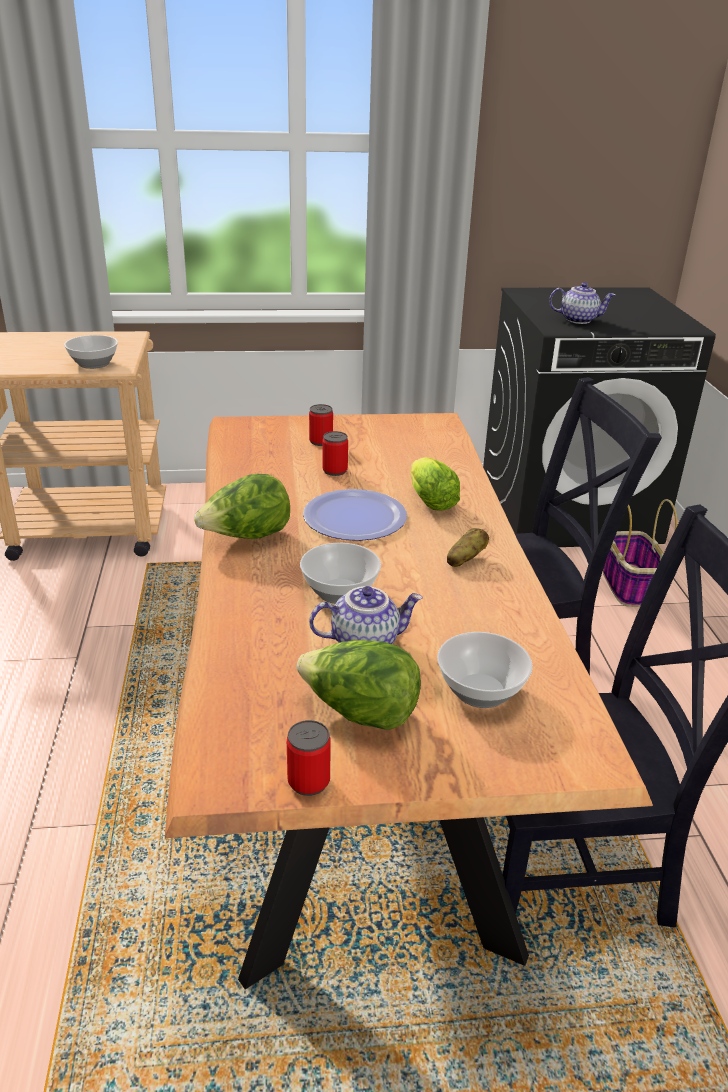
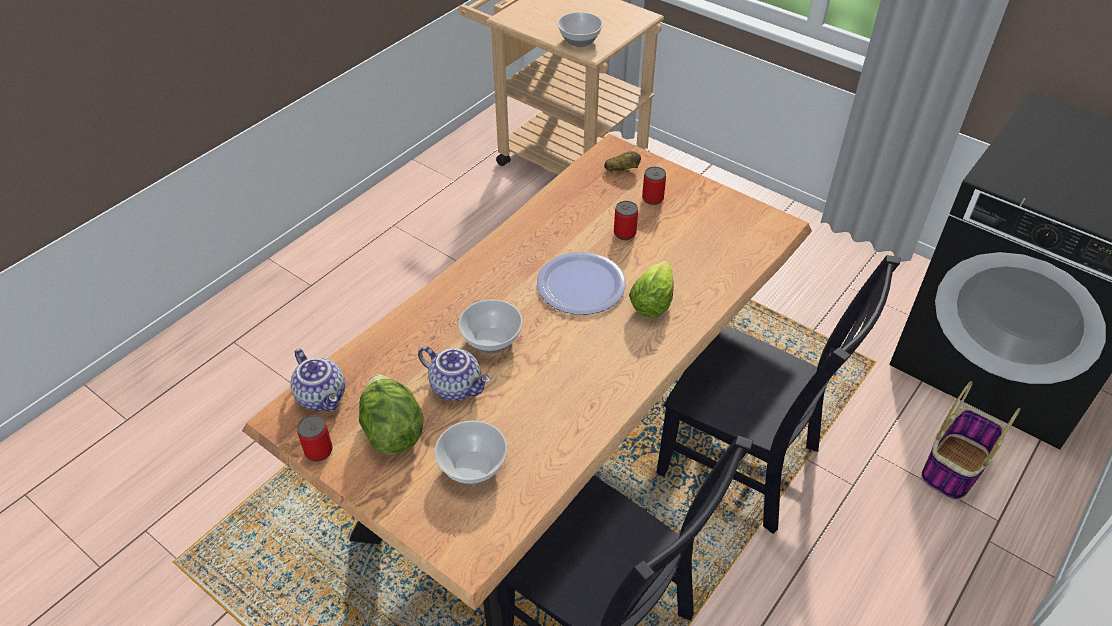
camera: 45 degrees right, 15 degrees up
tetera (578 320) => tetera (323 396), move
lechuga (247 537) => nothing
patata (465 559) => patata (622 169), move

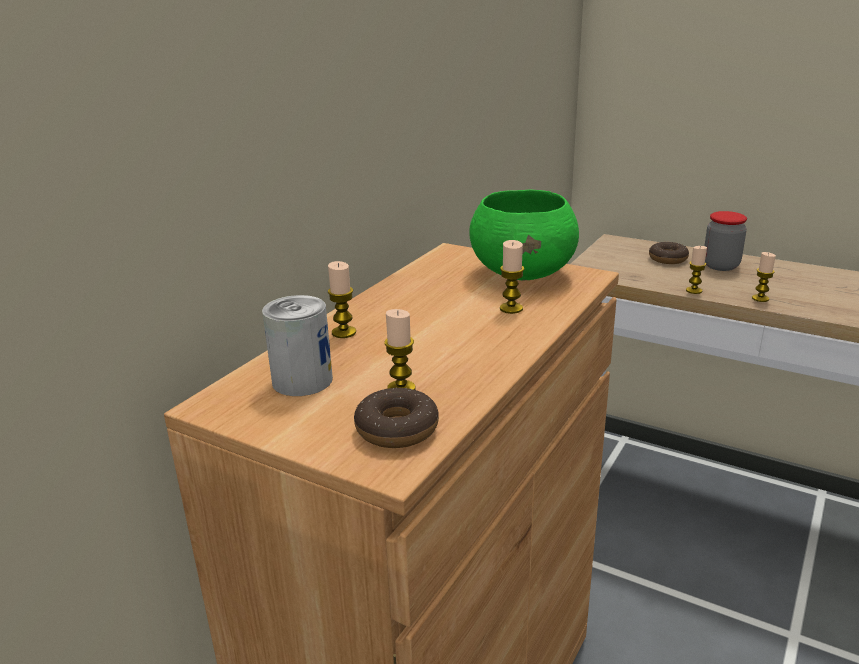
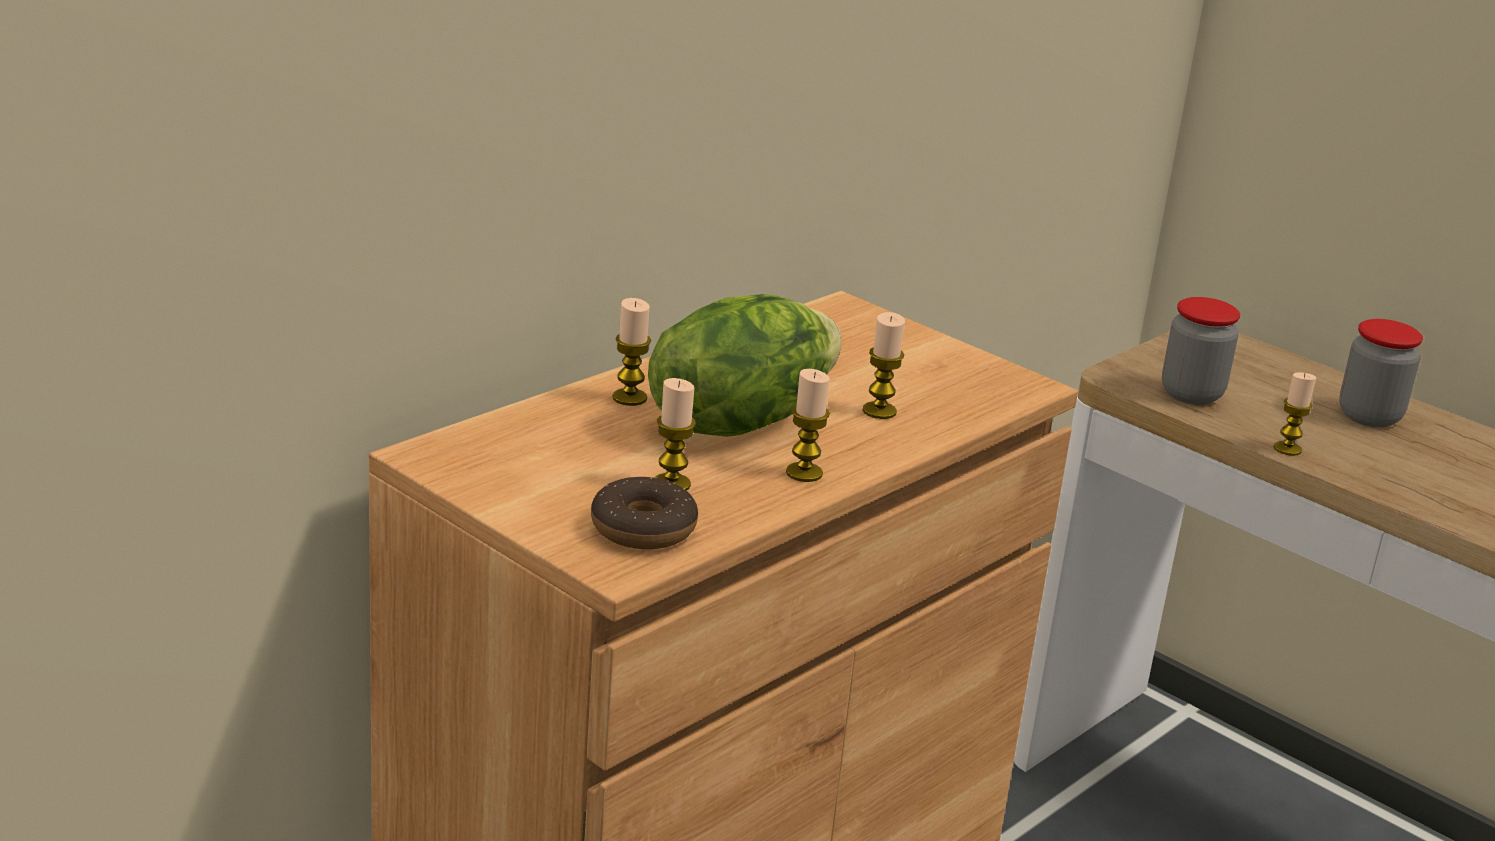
camera: 10 degrees right, 0 degrees up
cuenco (verde) (523 273) => nothing
rosquilla (668 259) => nothing
vela (760 298) => vela (804 473), move
lata (302 380) => nothing
nothing => lechuga (739 420)
nothing => tarro (1191 394)

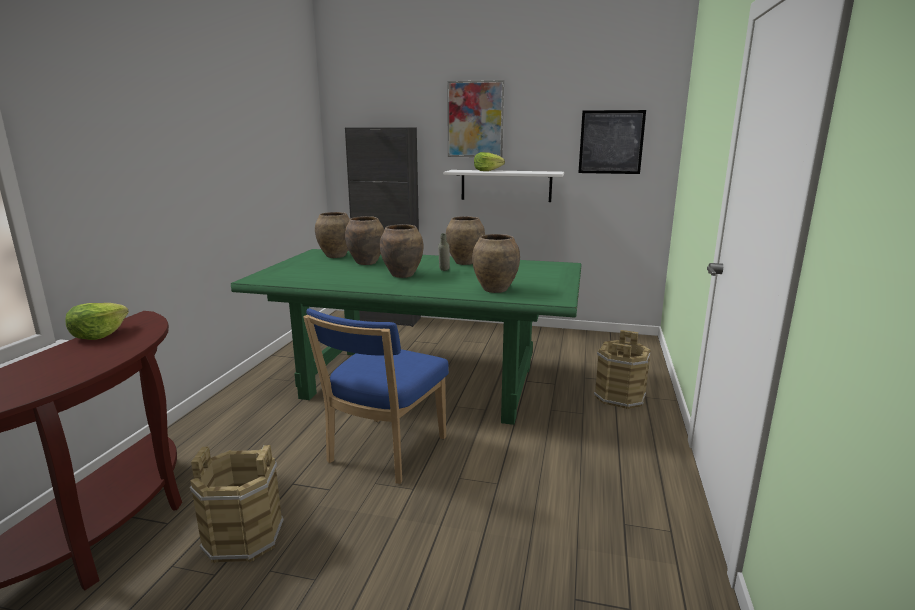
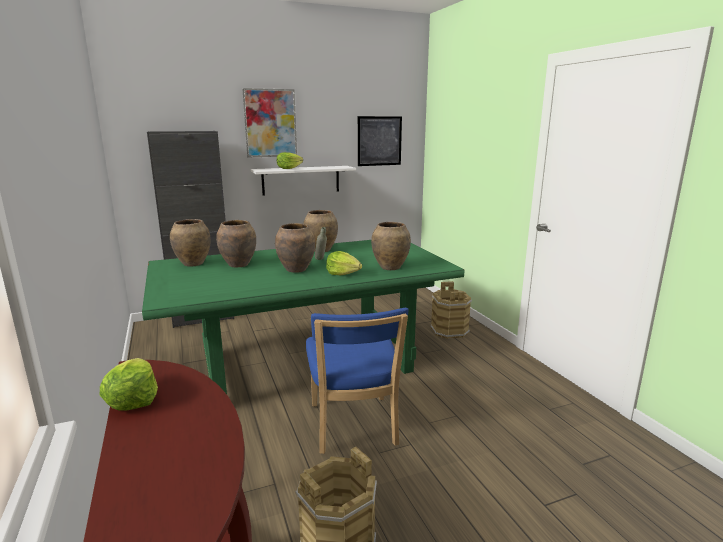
camera: 35 degrees left, 0 degrees up
nothing => lechuga (343 273)

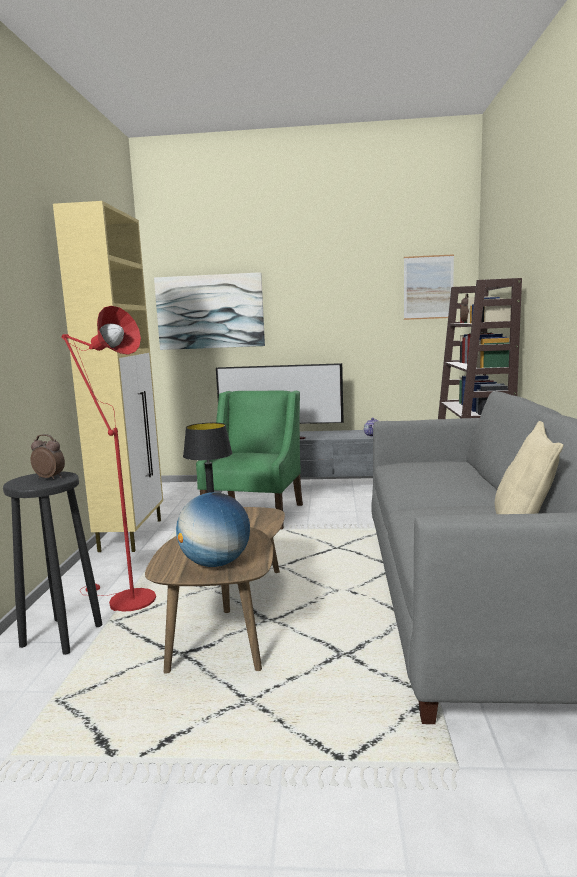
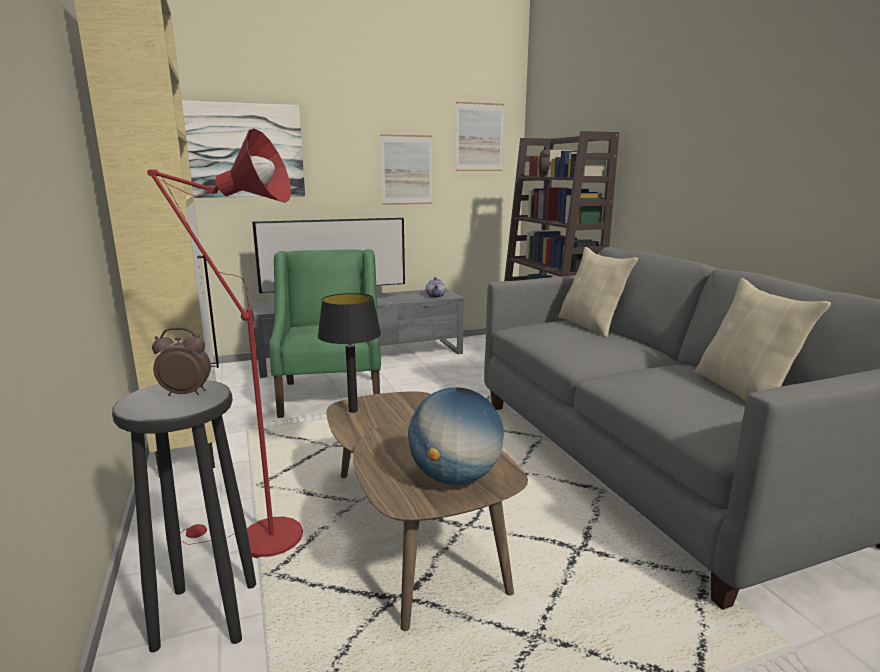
camera: 25 degrees left, 5 degrees up
nothing => cuadro (407 170)
nothing => cojín (beis) (591 326)

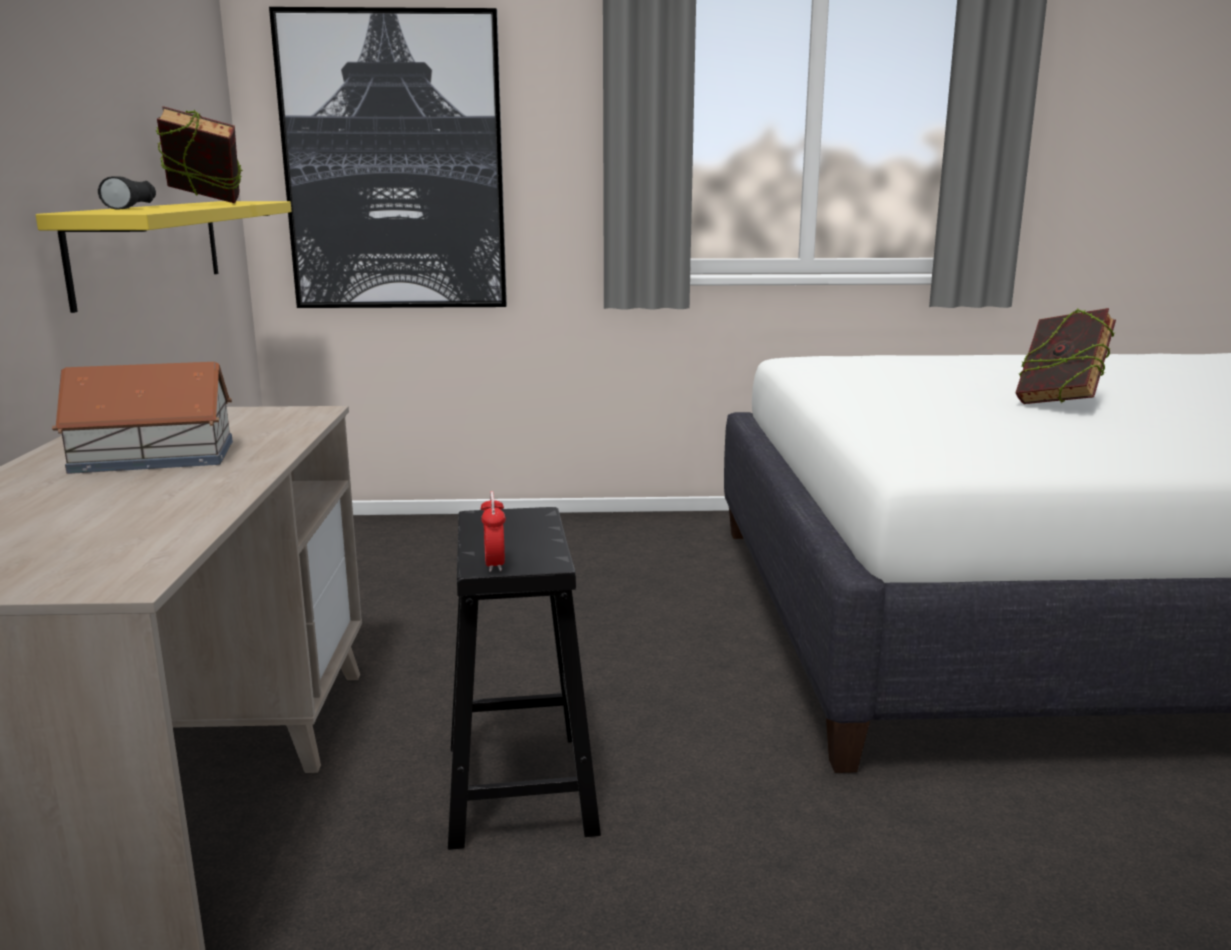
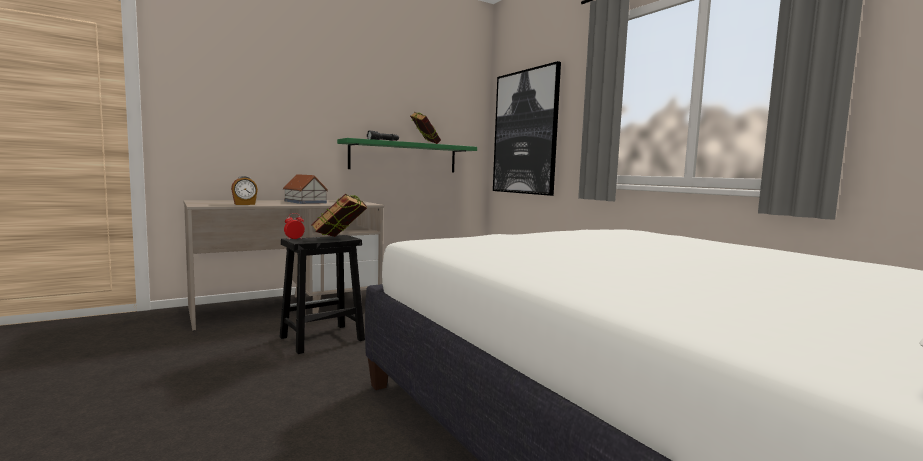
camera: 60 degrees right, 10 degrees down
estante (amarillo) (150 248) => estante (verde) (404 157)
libro (1059 404) => libro (339 239), move
nothing => despertador (244 204)

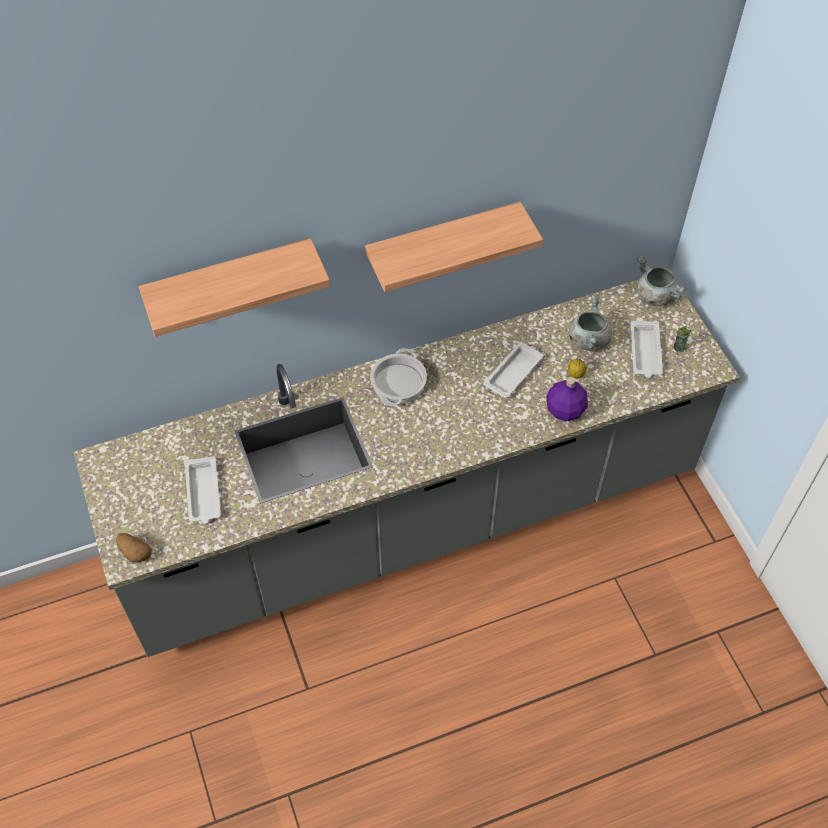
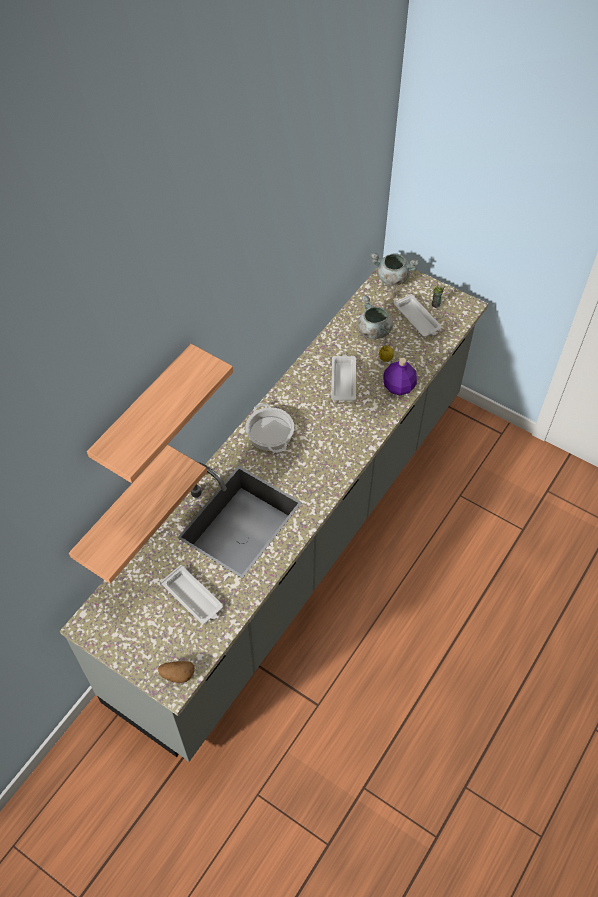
camera: 35 degrees left, 0 degrees up
estante (443 245) => estante (124 511), move

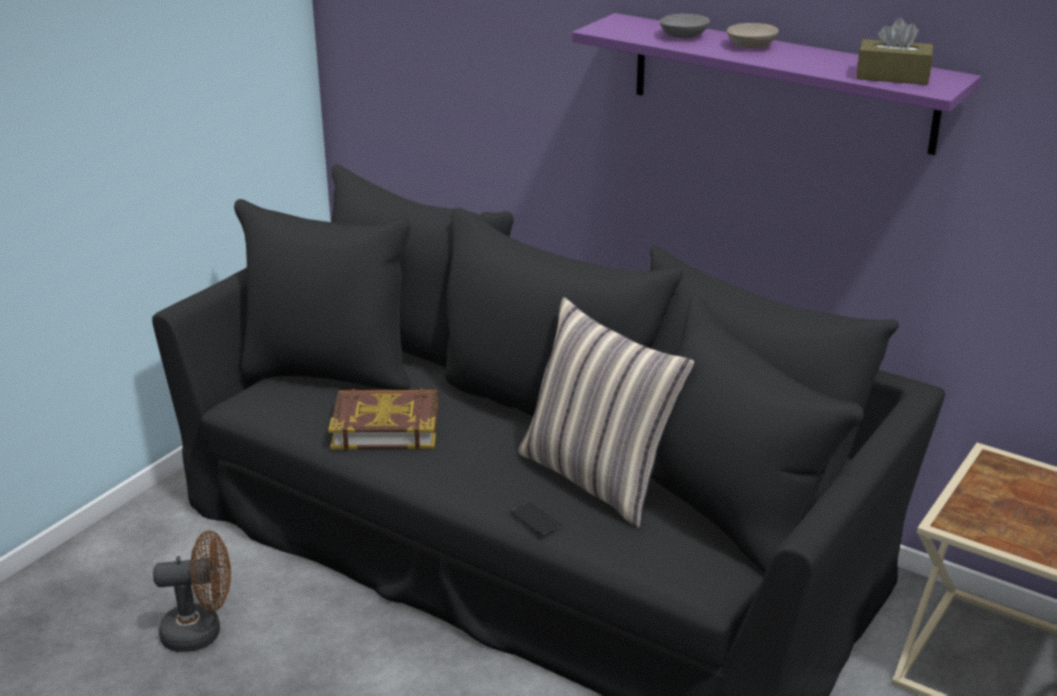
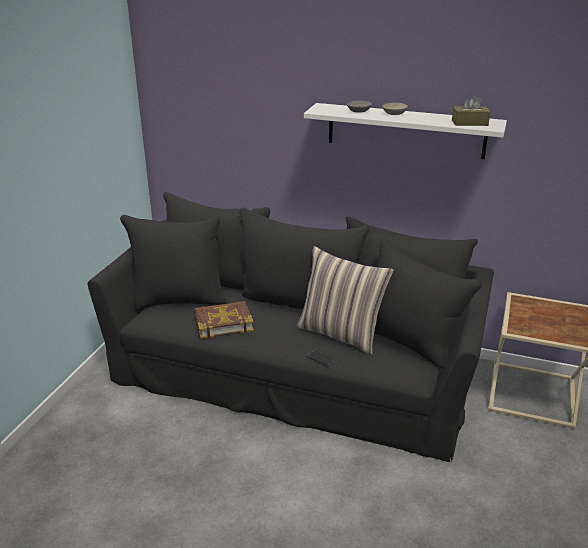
camera: 15 degrees left, 0 degrees up
estante (morado) (781 82) => estante (blanco) (405 130)
ventilador (marrón) (201 632) => nothing

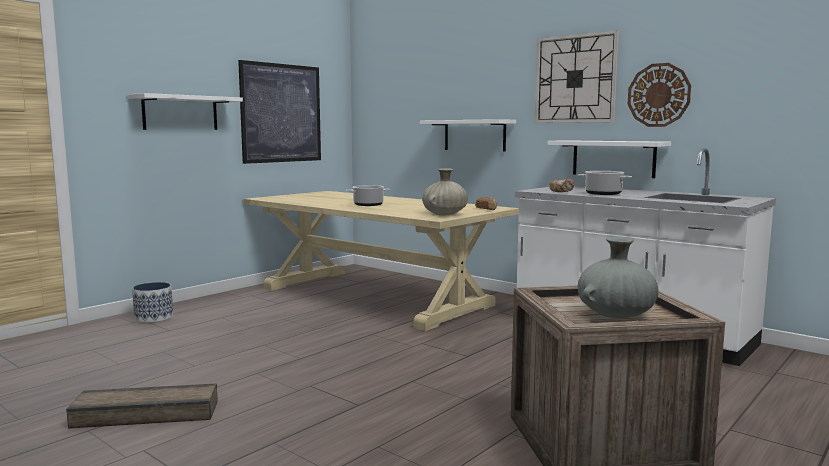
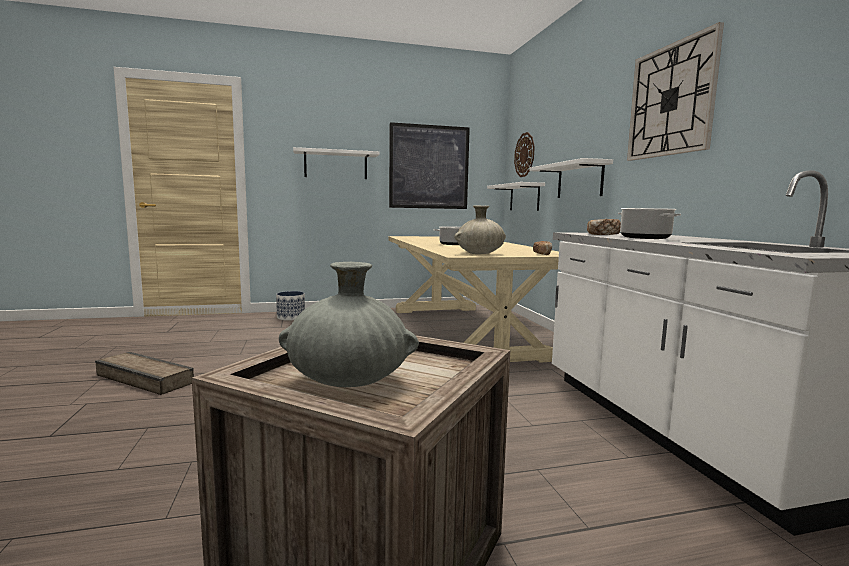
camera: 35 degrees right, 0 degrees up
reloj de pared (658 95) => reloj de pared (524 155), move
estante (blanco) (613 158) => estante (blanco) (524 197), move

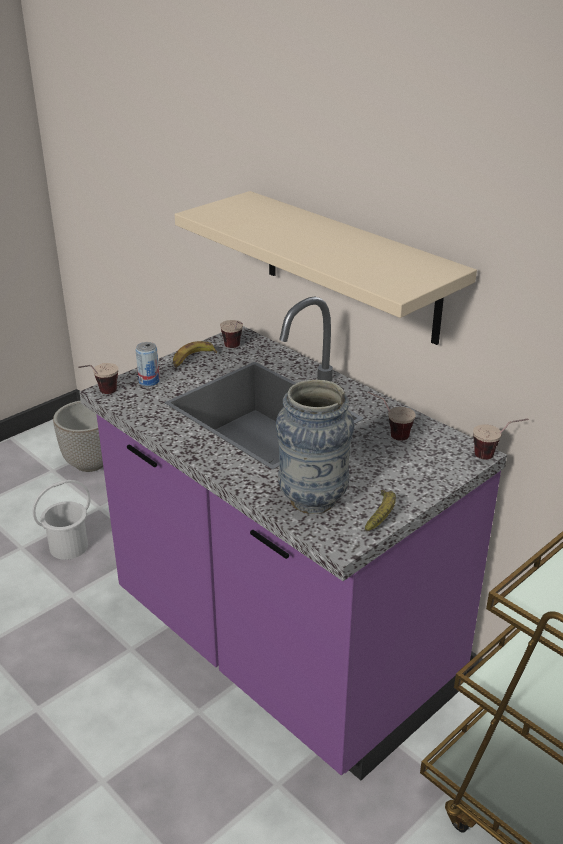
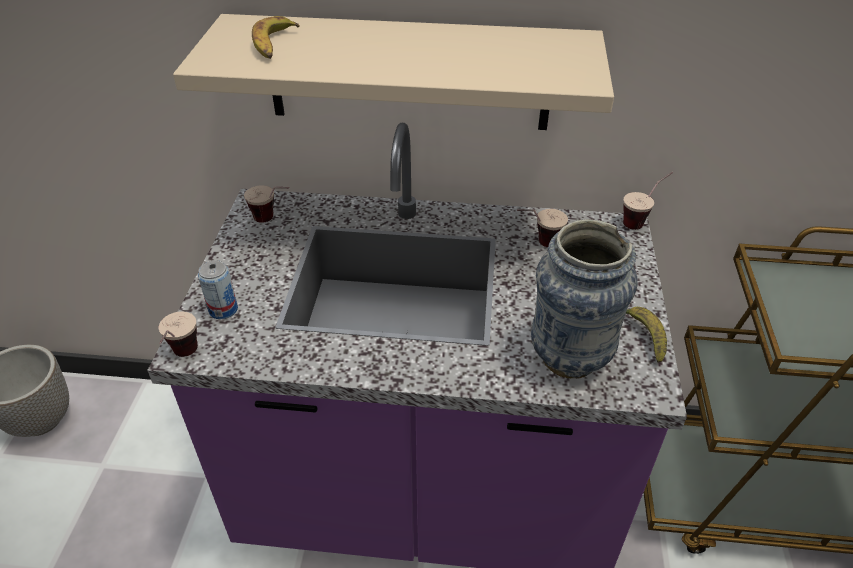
camera: 40 degrees left, 10 degrees up
plátano (192 359) => plátano (274 45), move
cubo (blanco) (68 546) => nothing

